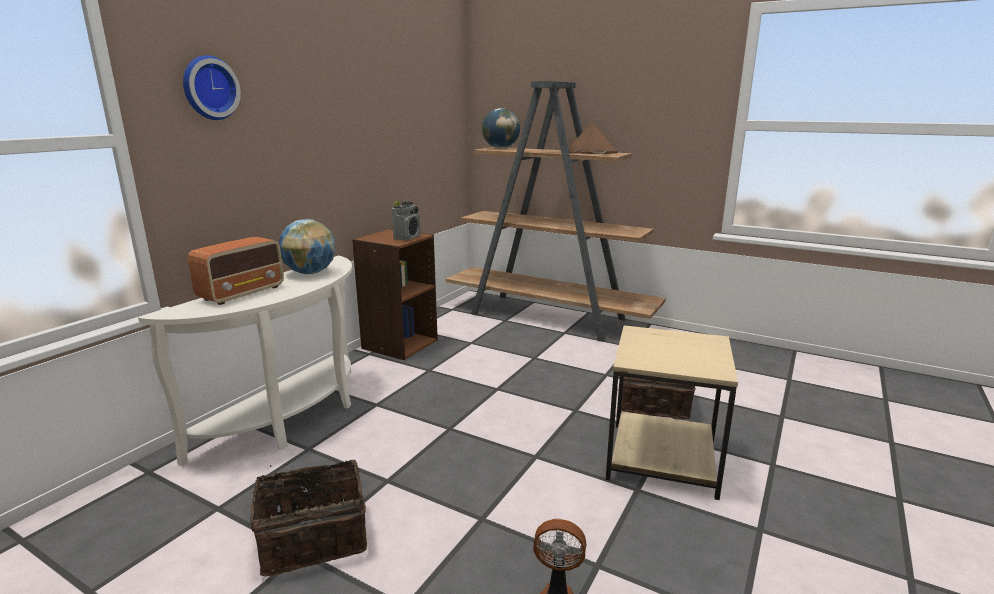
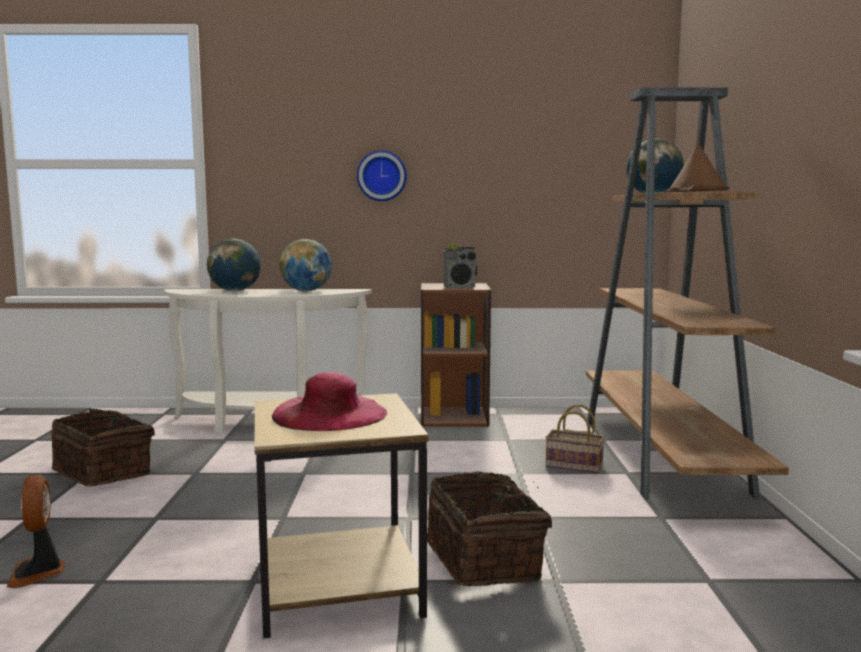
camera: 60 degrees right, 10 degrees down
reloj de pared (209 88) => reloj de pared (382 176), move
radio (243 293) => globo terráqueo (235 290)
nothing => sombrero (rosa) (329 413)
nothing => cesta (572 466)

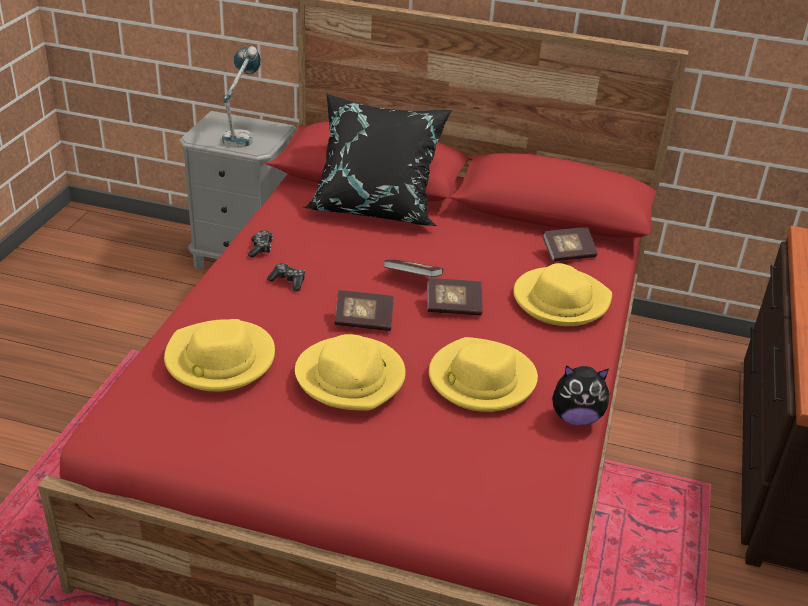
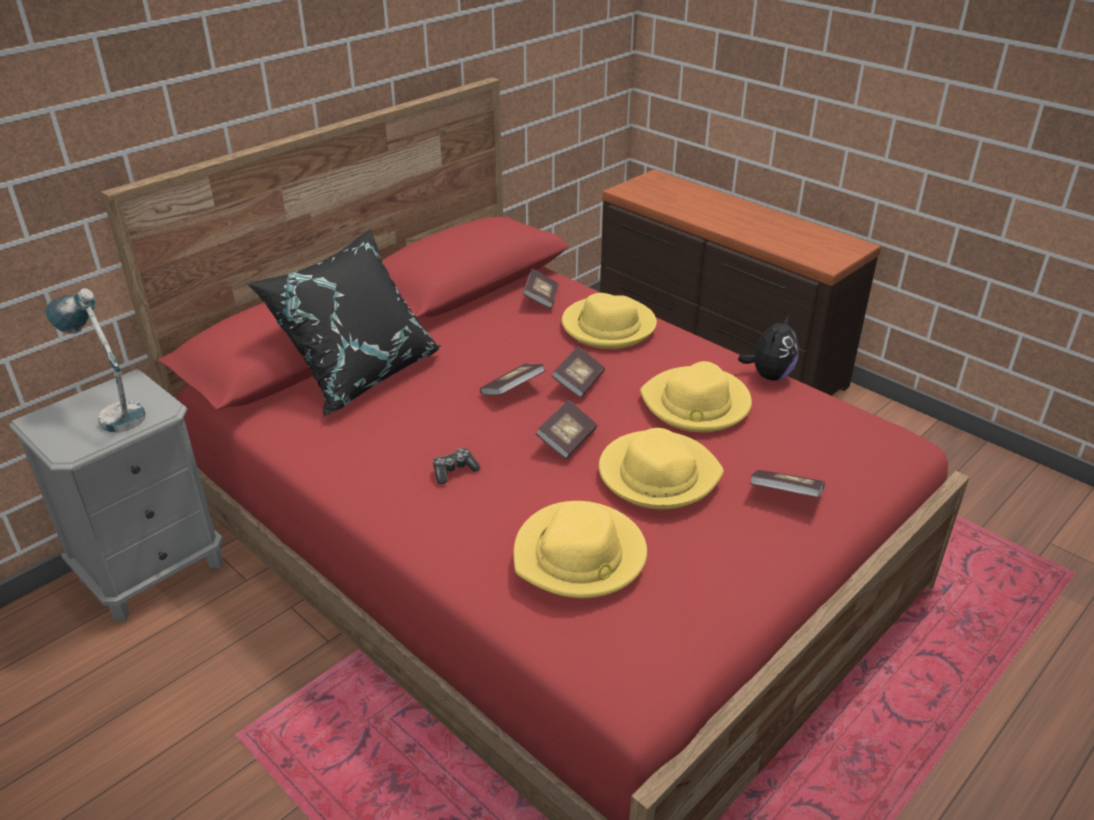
camera: 60 degrees left, 0 degrees up
mando de consola (261 248) => nothing
nothing => libro (785 495)

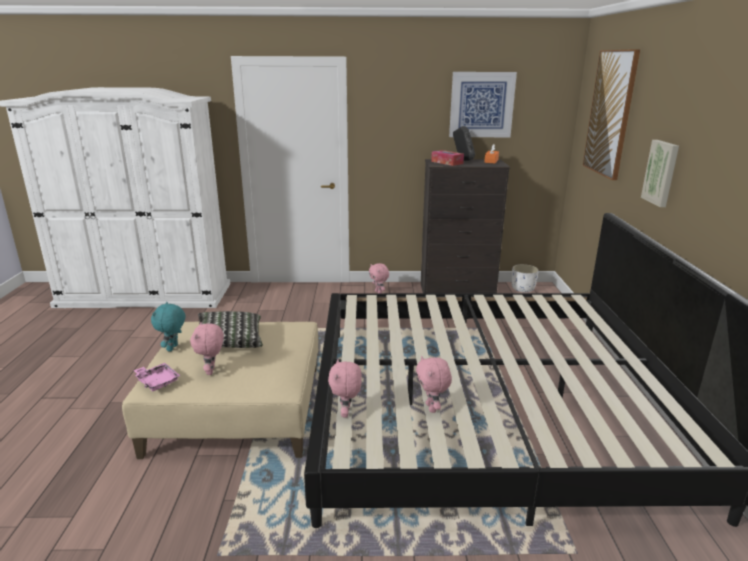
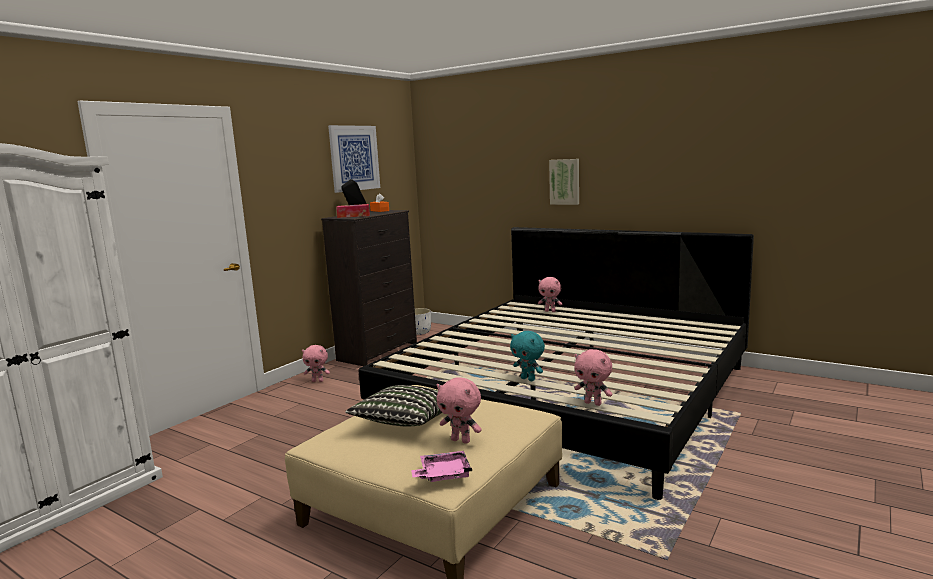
camera: 55 degrees left, 10 degrees down
cuadro (610 113) => nothing
peluche (turquesa) (173 348) => peluche (turquesa) (528 379), move
peluche (rosa) (432 408) => peluche (rosa) (550 311), move

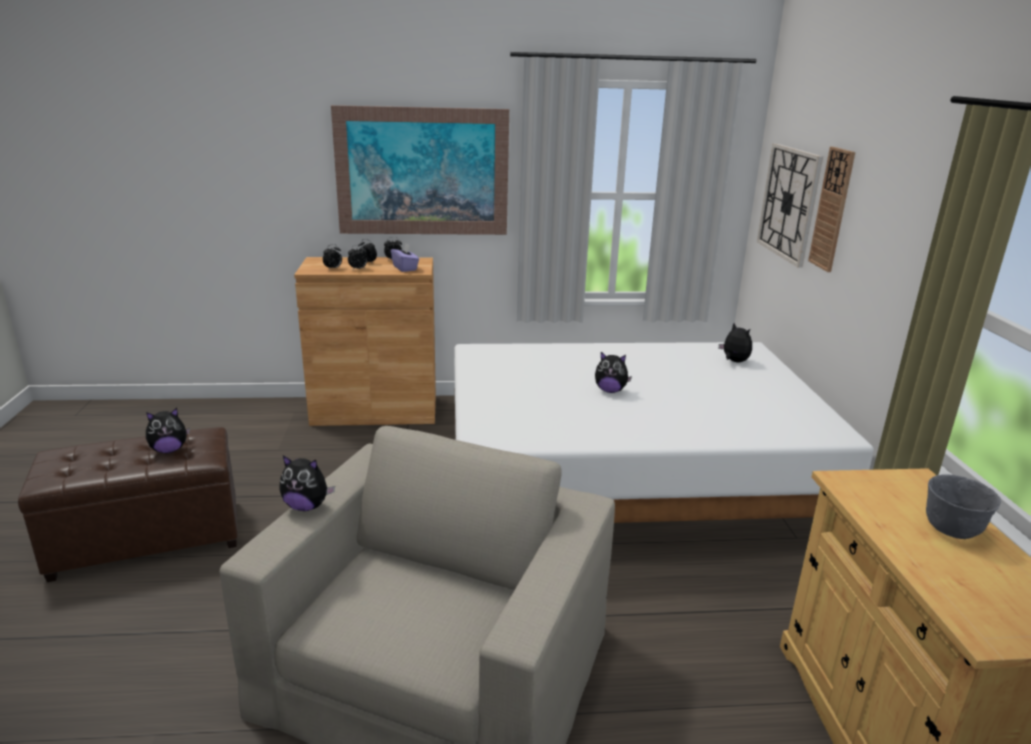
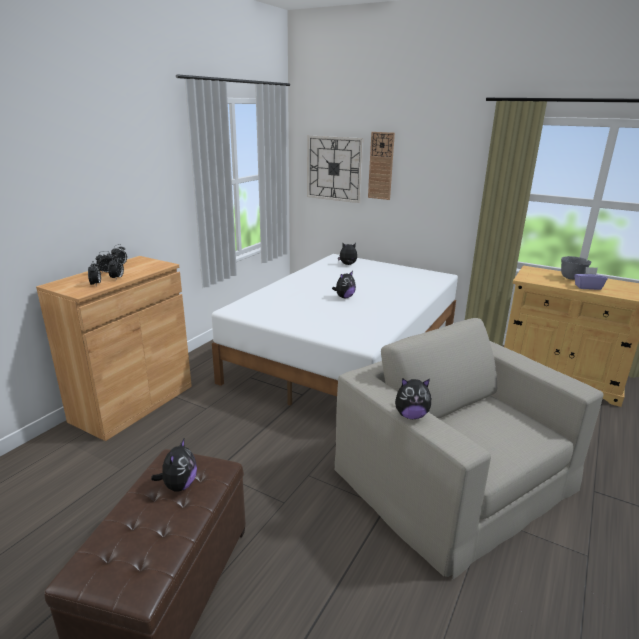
camera: 55 degrees left, 0 degrees up
cuadro (422 172) => nothing
caja de pañuelos (morado) (405 268) => caja de pañuelos (morado) (587 287), move
peluche (307 506) => peluche (411 415), 45 degrees clockwise

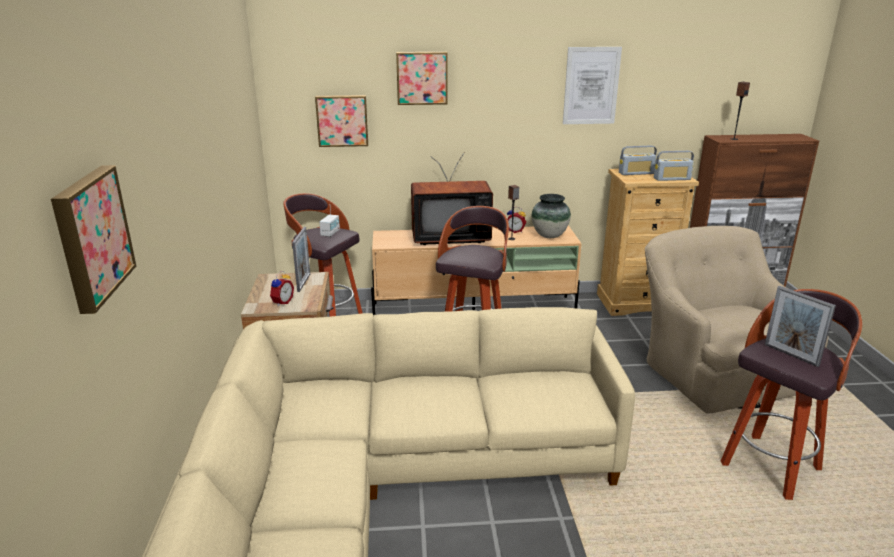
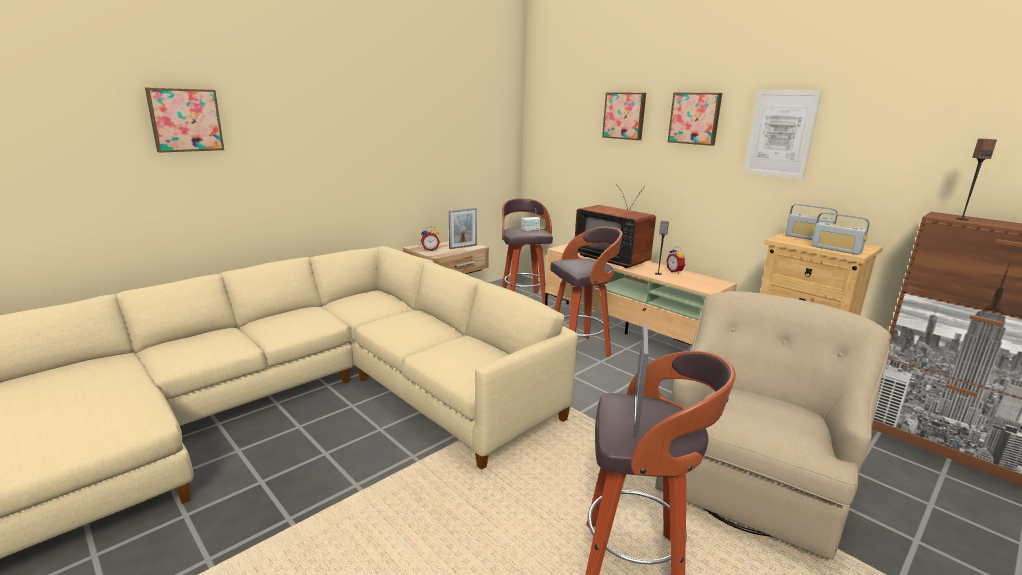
camera: 50 degrees right, 5 degrees down
cuadro (342 120) => cuadro (695 118), move
florero (549 236) => nothing

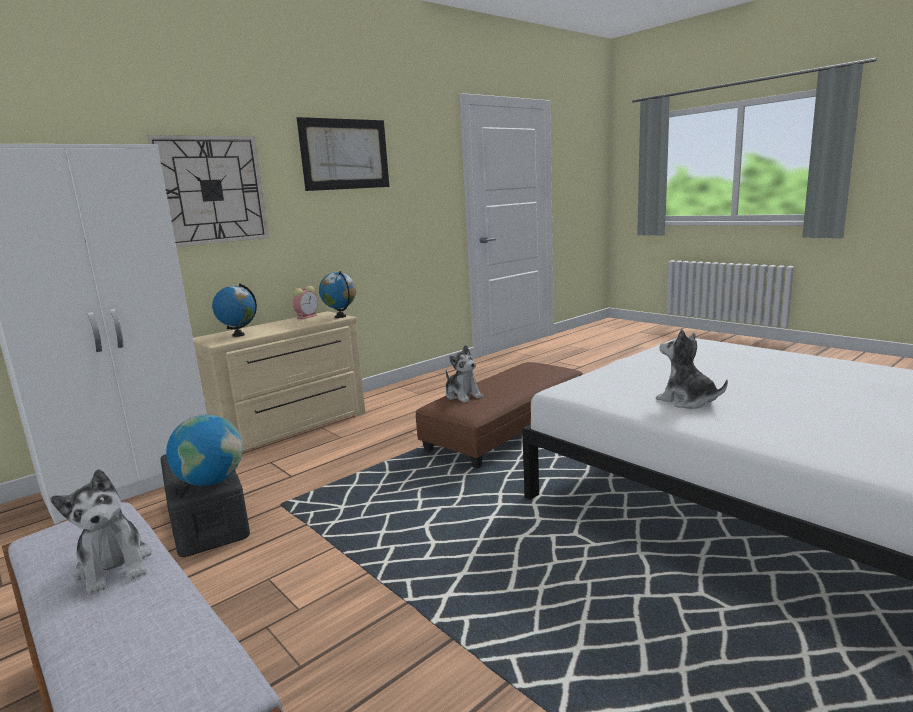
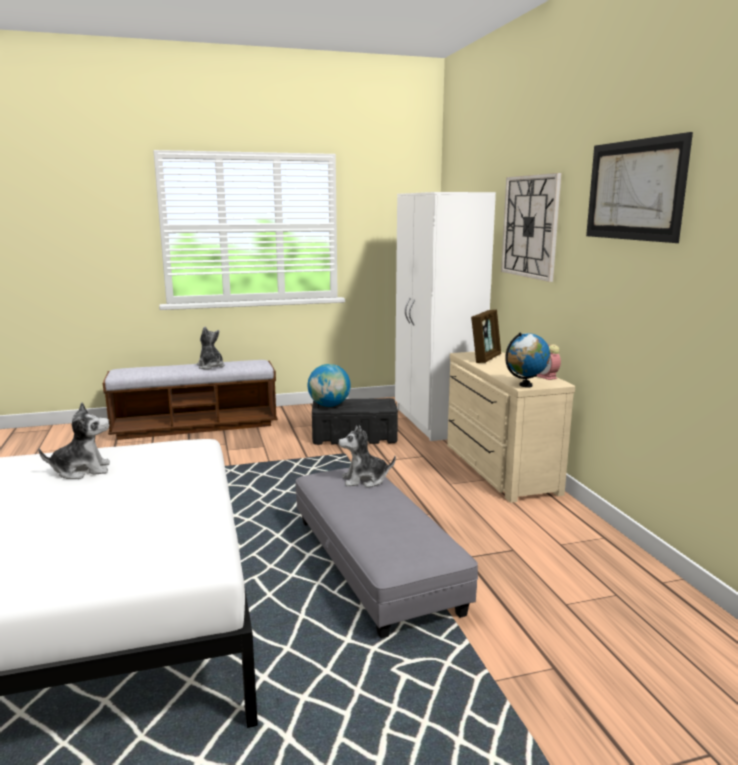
camera: 115 degrees right, 0 degrees up
globo terráqueo (238 335) => portarretratos (485 358)
puf (marrón) (506 429) => puf (gris) (374 564)
peluche (114 566) => peluche (211 366), 60 degrees clockwise

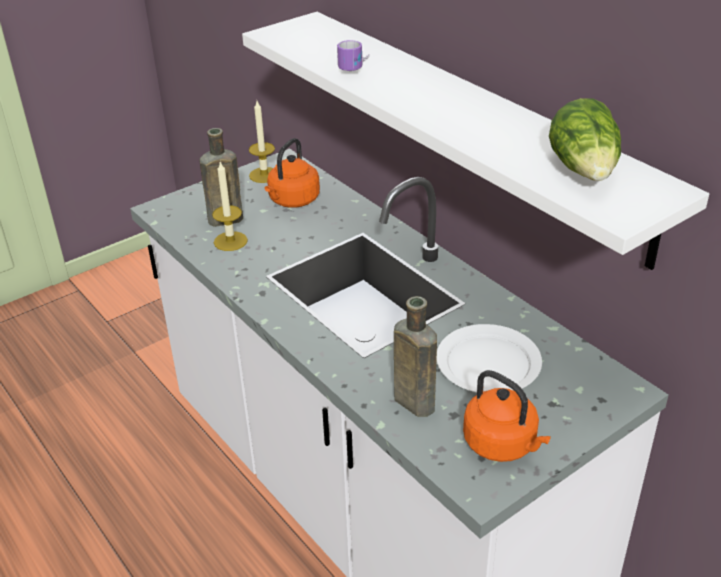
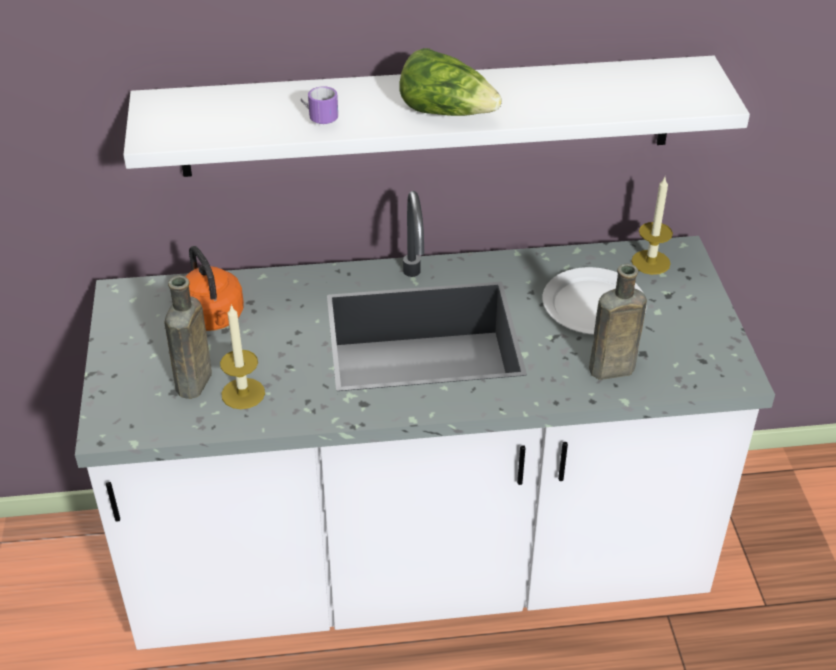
camera: 60 degrees left, 5 degrees up
lechuga (584 170) => lechuga (447 112), move
vela (264 175) => vela (650 262), move
hervidor (naranja) (502 444) => nothing

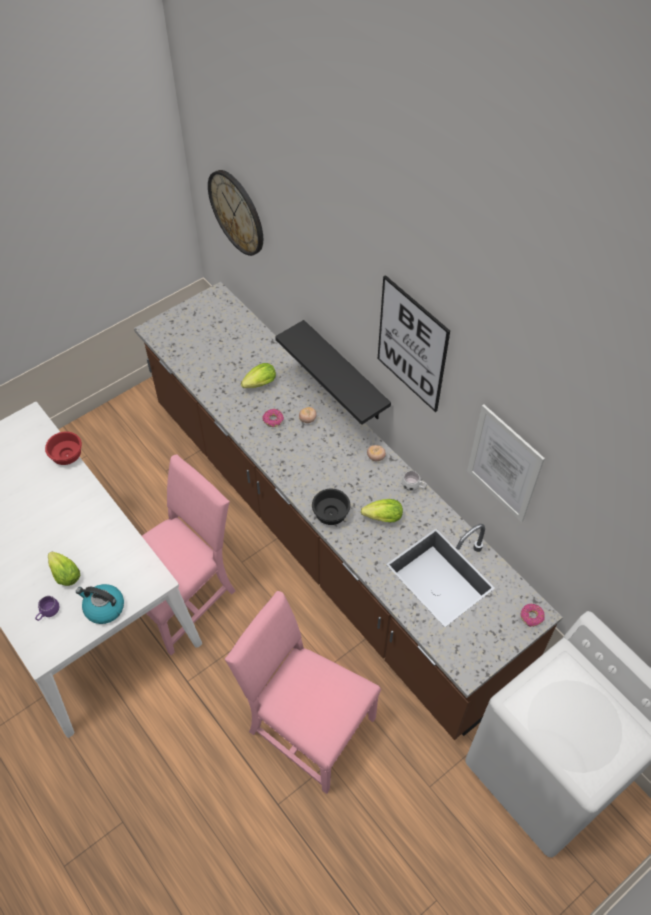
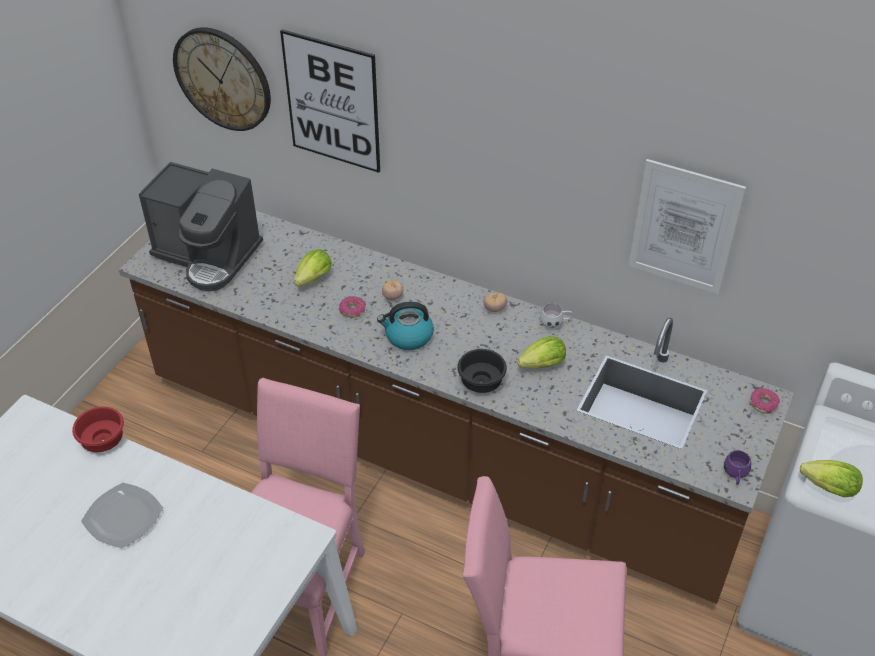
camera: 25 degrees left, 10 degrees down
cuadro (412 345) => cuadro (332 102), move
estante (negro) (345 373) => nothing
lechuga (64 573) => lechuga (825 487), move
hervidor (103 608) => hervidor (408 336), move
taza grande (morado) (48 613) => taza grande (morado) (735 476), move
nothing => cafetera (208 255)
nothing => plato (123 518)

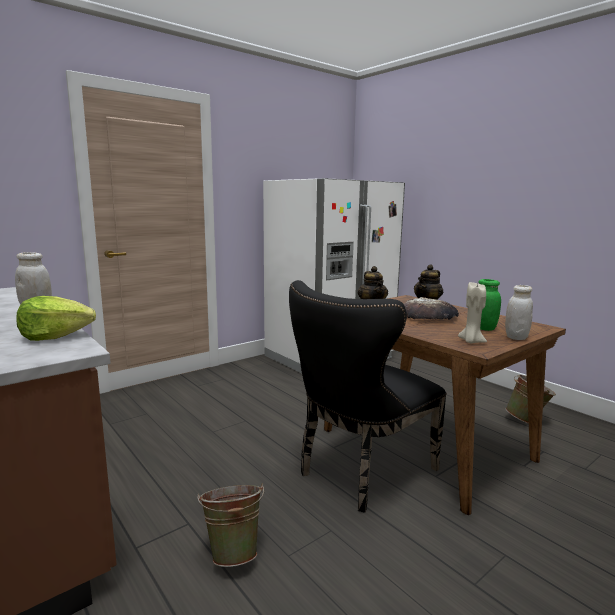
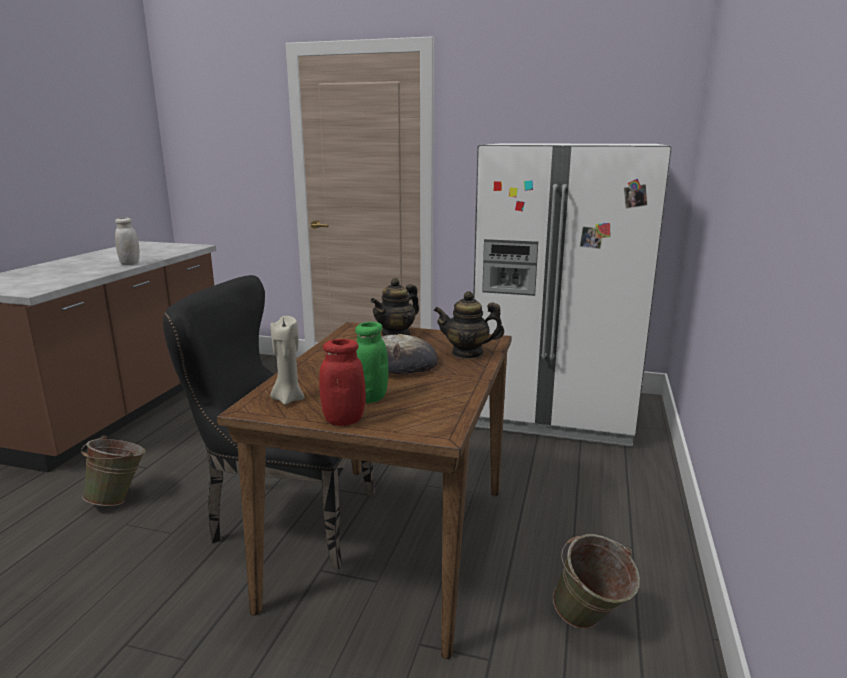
camera: 55 degrees right, 5 degrees up
tarro (blanco) (516 337) => tarro (rojo) (344 420)
lechuga (55 336) => nothing

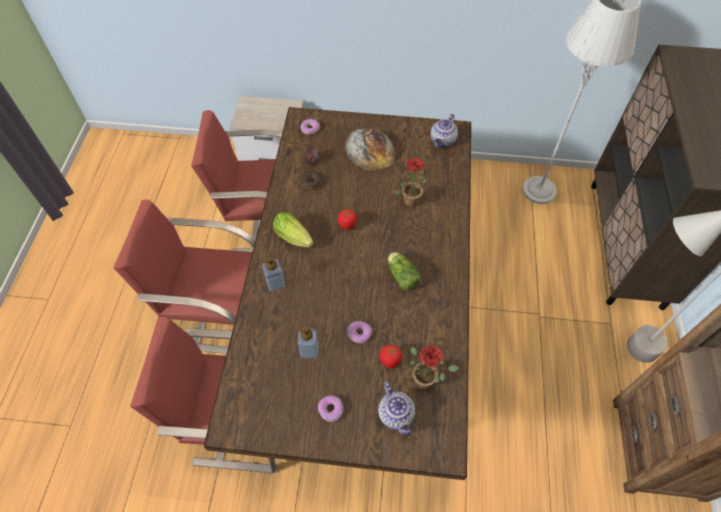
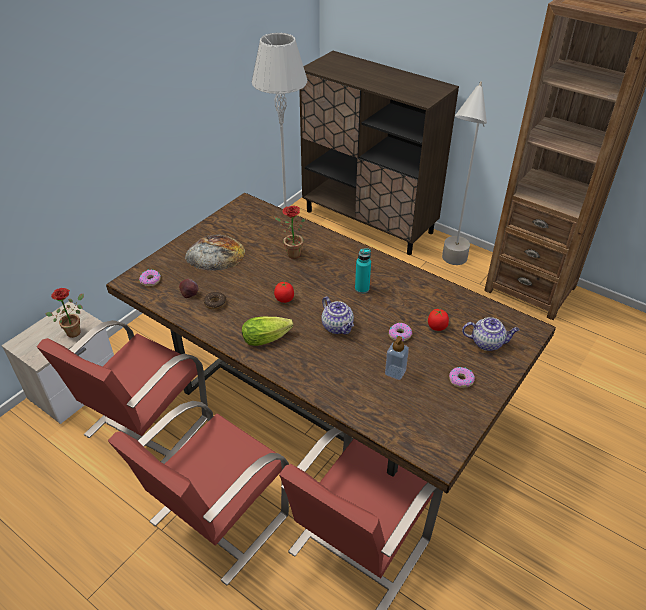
camera: 60 degrees left, 15 degrees down
tetera (442 141) => tetera (338 327), move
lechuga (401 275) => botella (turquesa) (362 289)
dispensador de jabón (275 283) => nothing
planta en maceta (427 380) => planta en maceta (75 330), move

